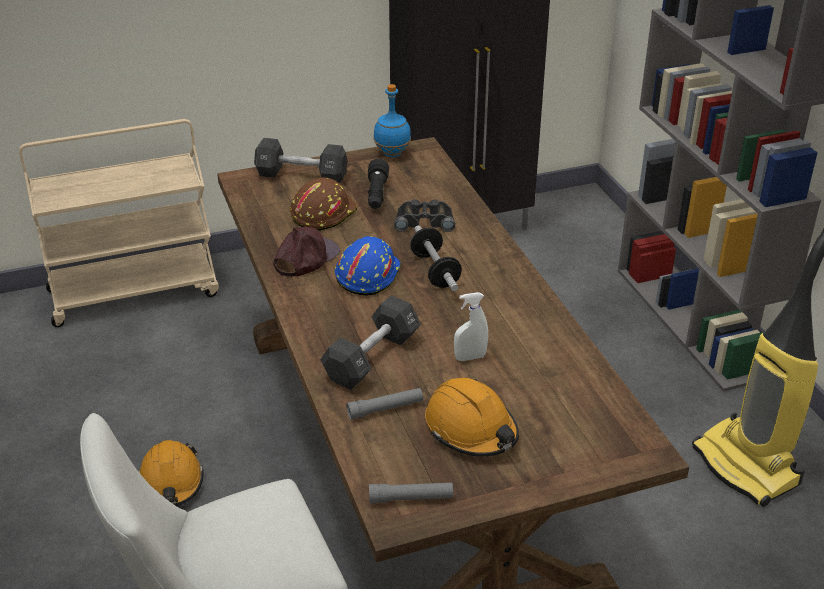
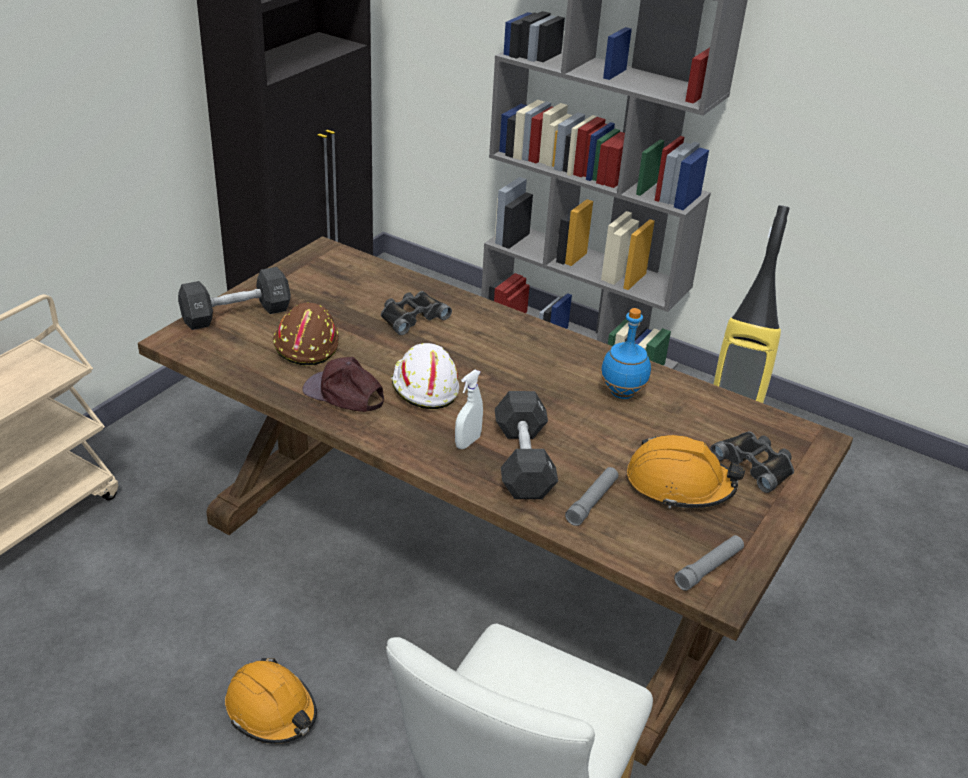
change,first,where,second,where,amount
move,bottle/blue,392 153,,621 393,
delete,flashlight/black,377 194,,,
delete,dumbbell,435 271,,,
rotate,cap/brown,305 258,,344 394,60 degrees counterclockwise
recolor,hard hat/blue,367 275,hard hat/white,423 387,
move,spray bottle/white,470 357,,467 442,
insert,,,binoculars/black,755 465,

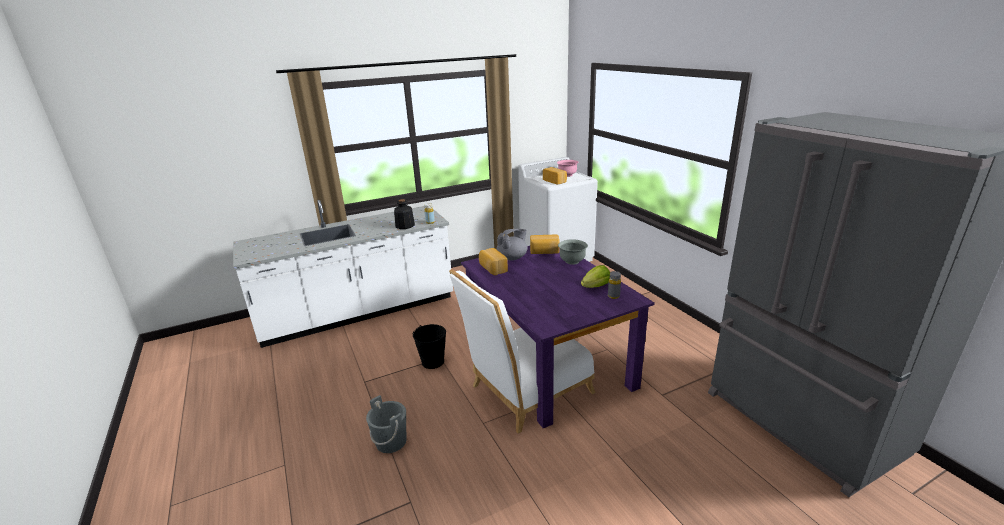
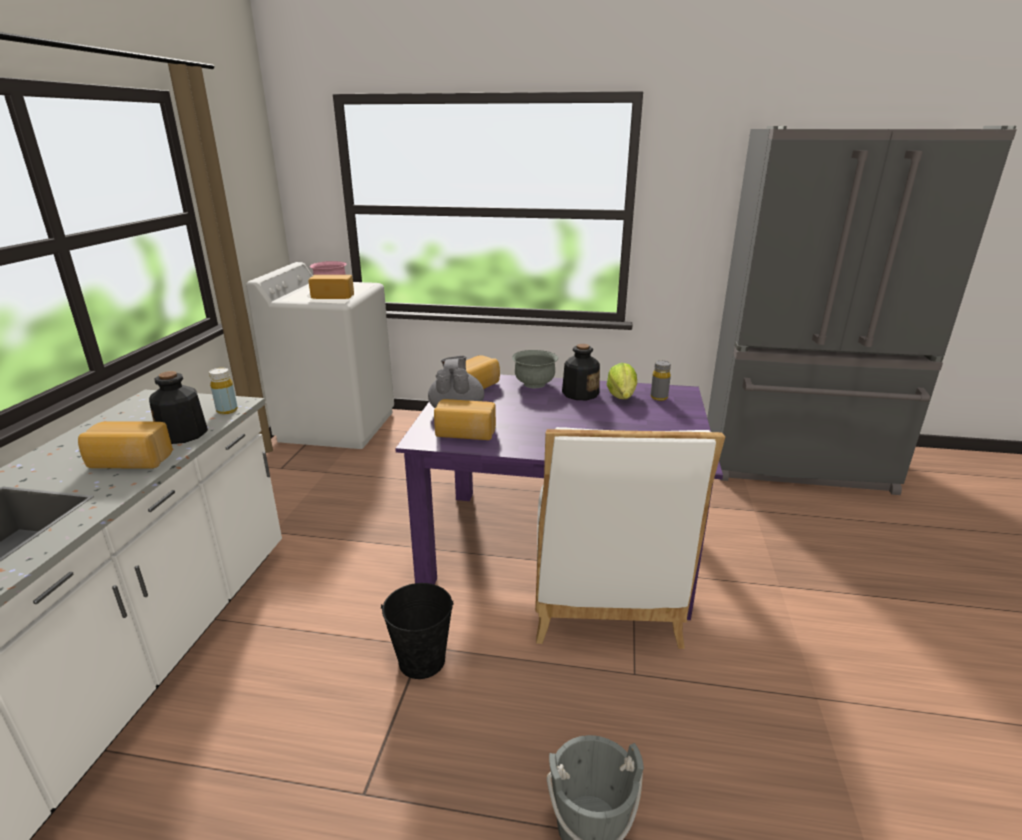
change,first,where,second,where,amount
insert,,,bottle,580 393,
insert,,,bread,129 462,

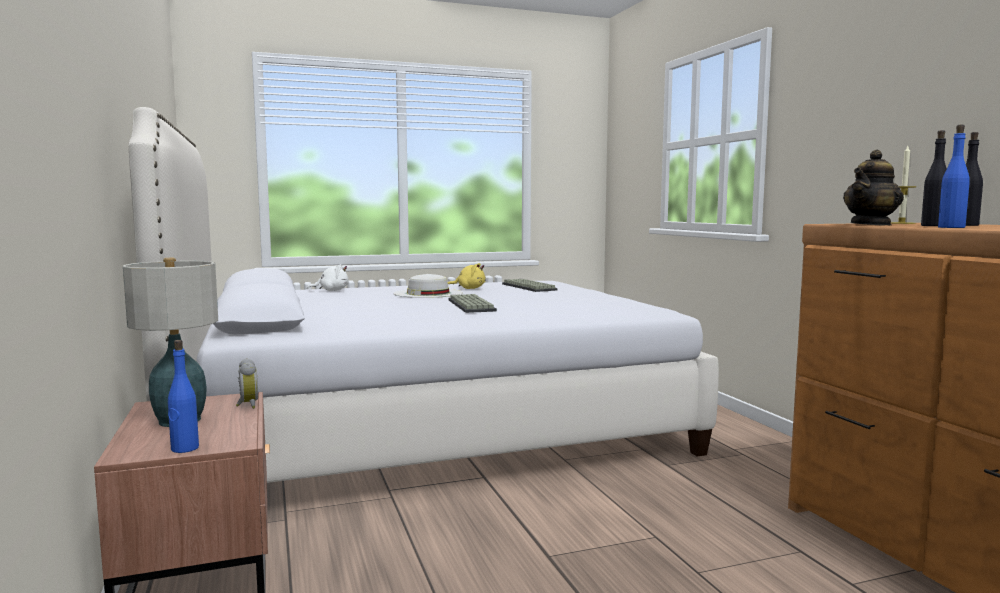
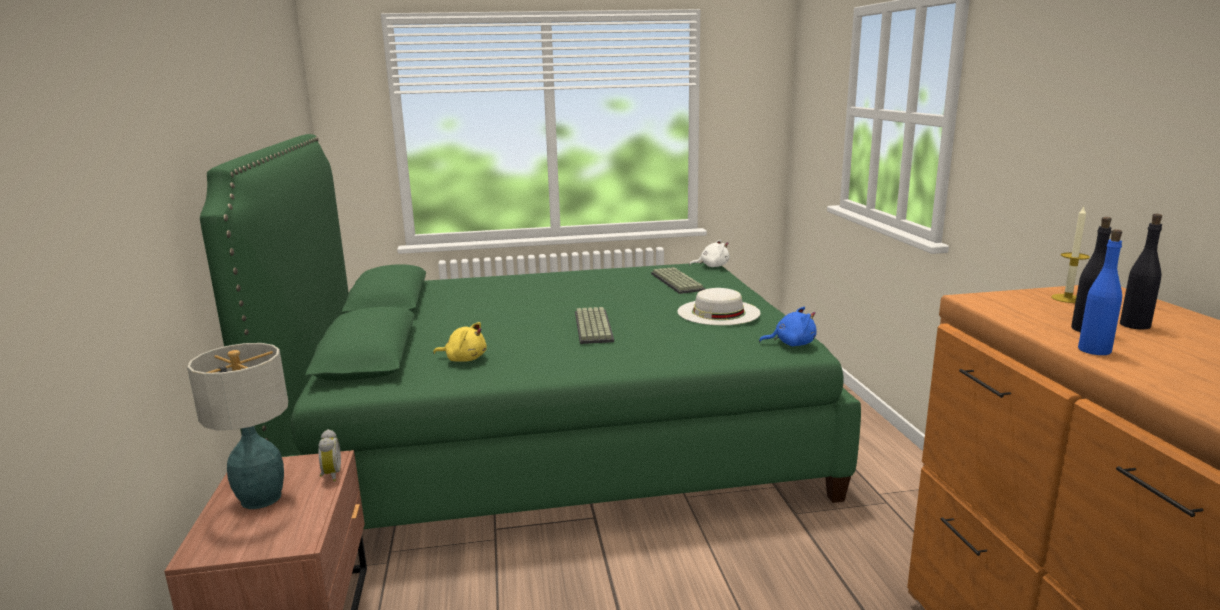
change,first,where,second,where,amount
recolor,bed/white,425 428,bed/green,555 439,
delete,teapot,871 224,,,
move,plush toy/yellow,469 288,,464 359,
move,plush toy/white,331 290,,712 266,
move,hat/white,428 293,,718 312,
delete,bottle/blue,184 448,,,
insert,,,plush toy/blue,791 344,

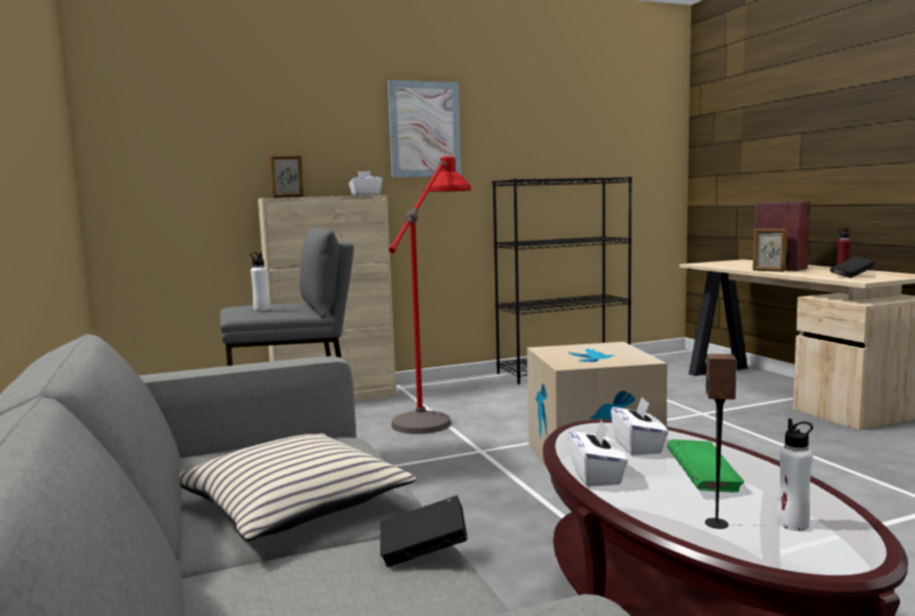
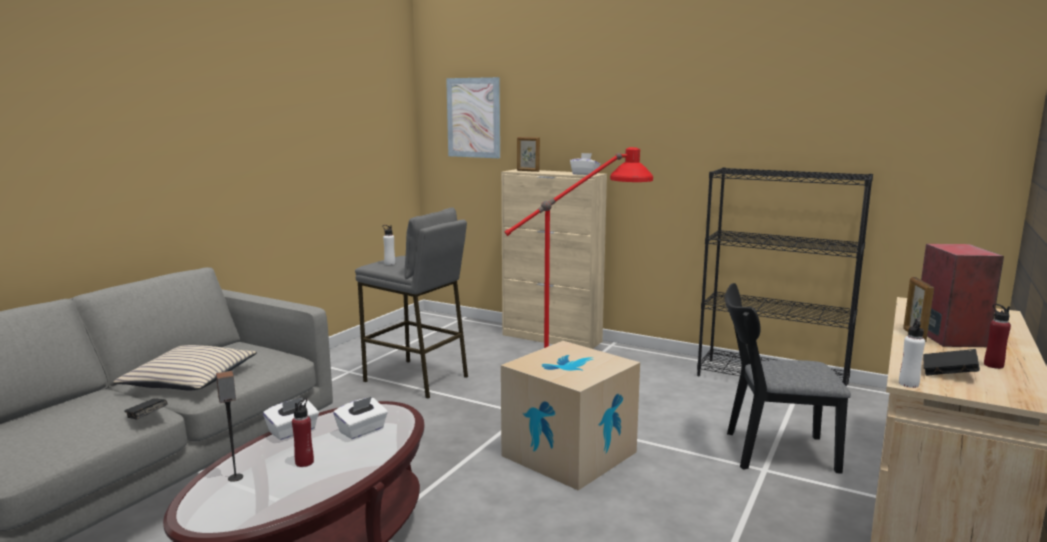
change,first,where,second,where,amount
move,picture,424 129,,473 118,
move,bottle/white,793 524,,908 384,
replace,book/green,703 483,bottle/red,304 462,
insert,,,chair/black,771 451,

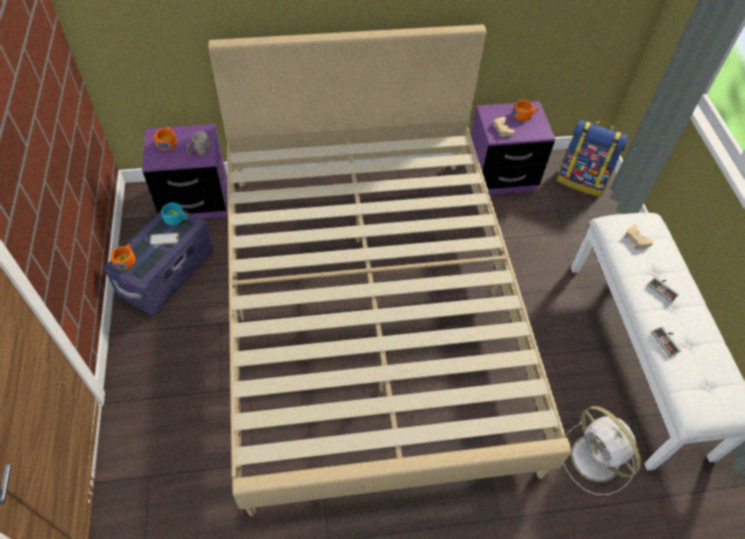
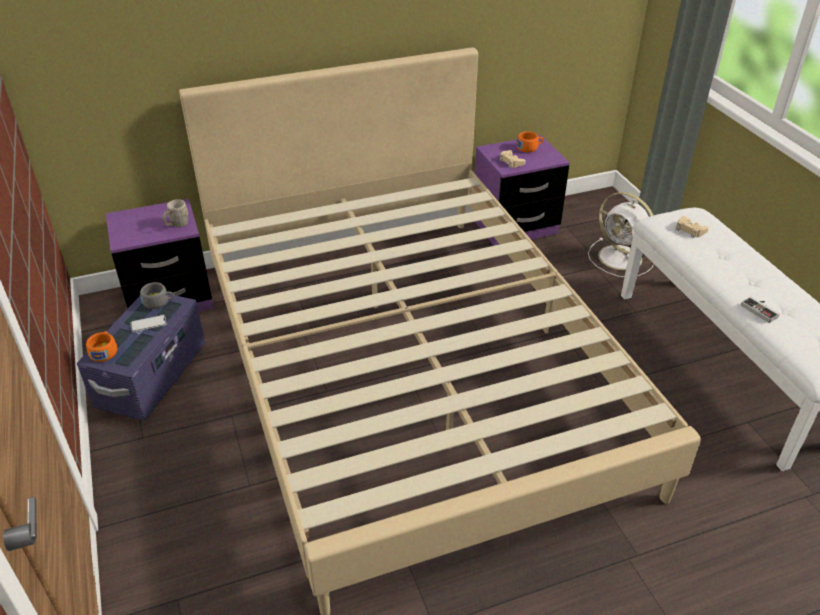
change,first,where,second,where,amount
delete,backpack,582 180,,,
delete,cup/orange,167 142,,,
recolor,cup/turquoise,176 219,cup/grey,159 302,
delete,game controller,663 289,,,
move,fan/white,596 460,,621 258,

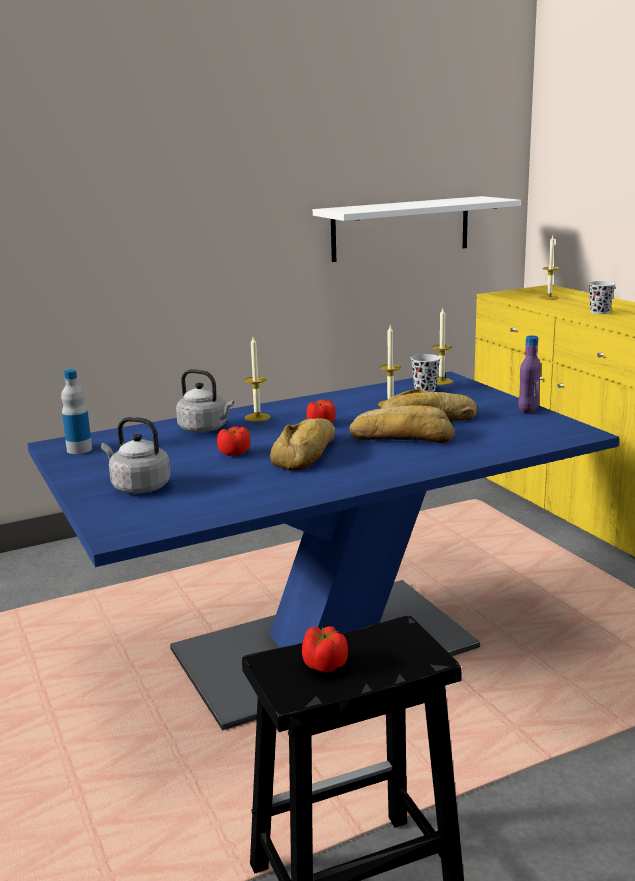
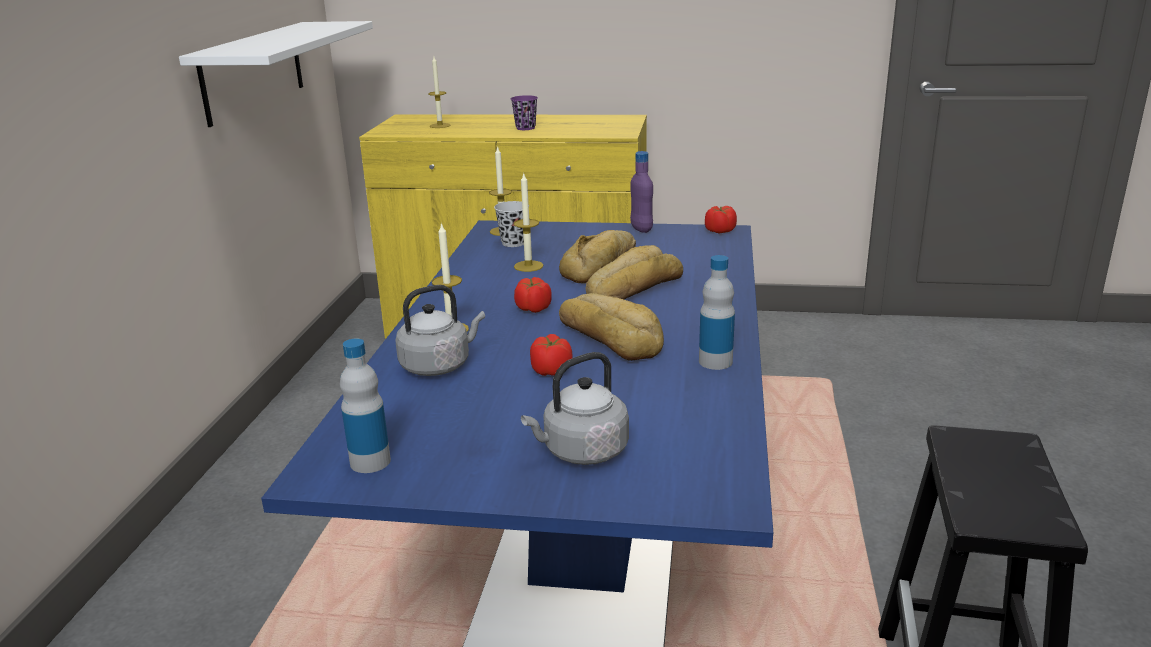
change,first,where,second,where,amount
recolor,cup/black,599 312,cup/purple,525 128,
move,tomato,324 664,,719 231,
insert,,,bottle,715 362,

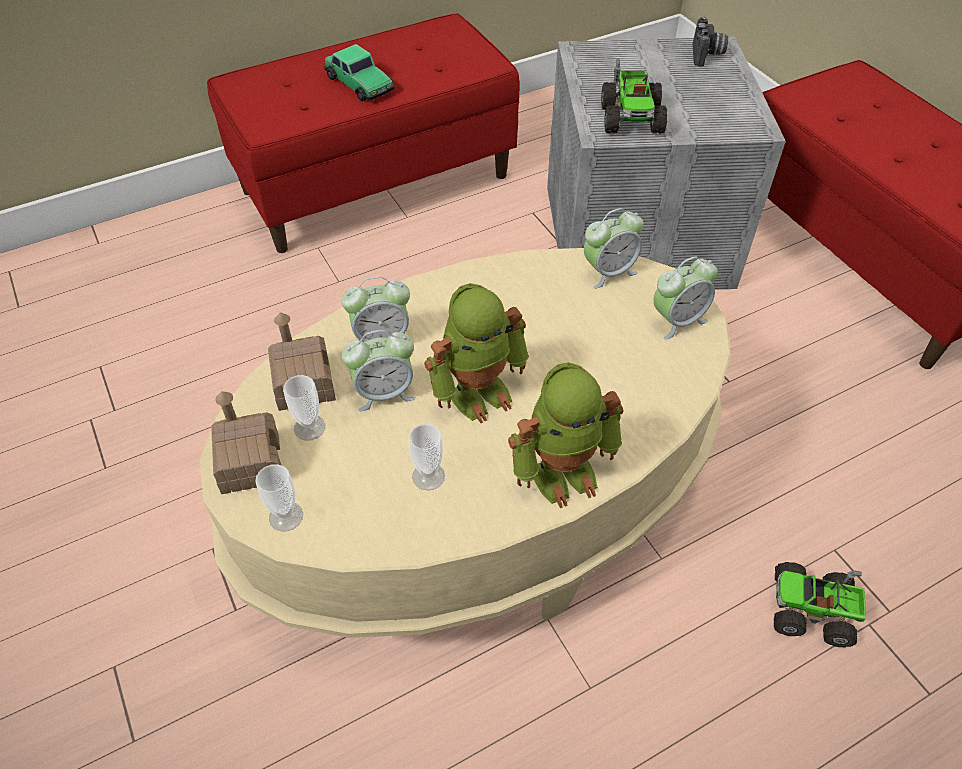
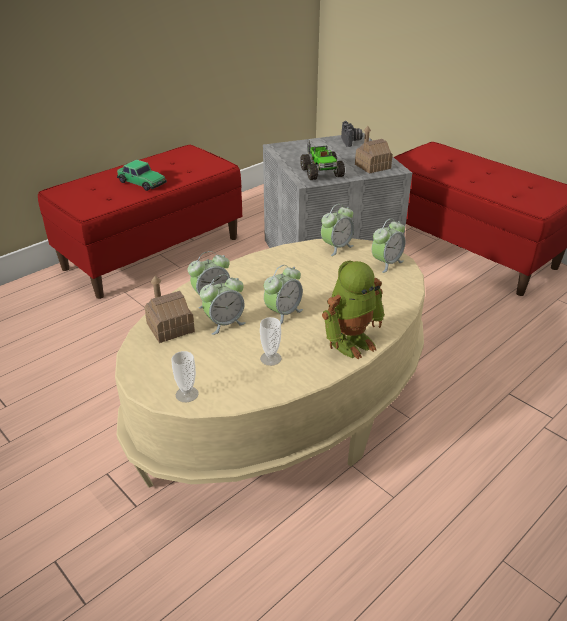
change,first,where,second,where,amount
replace,toy robot,478 391,alarm clock,283 313,
delete,cup,309 427,,,
move,toy house,250 463,,372 166,
delete,toy truck,811 611,,,

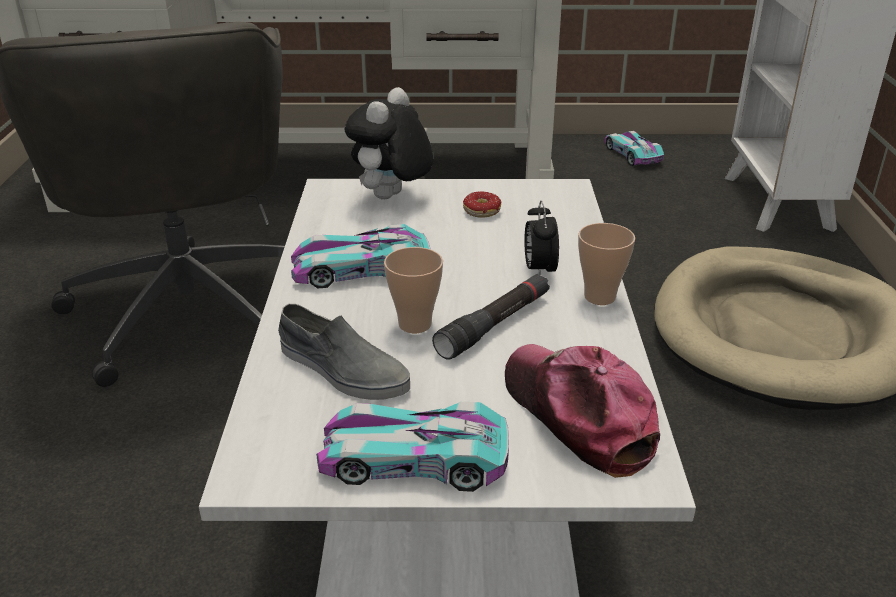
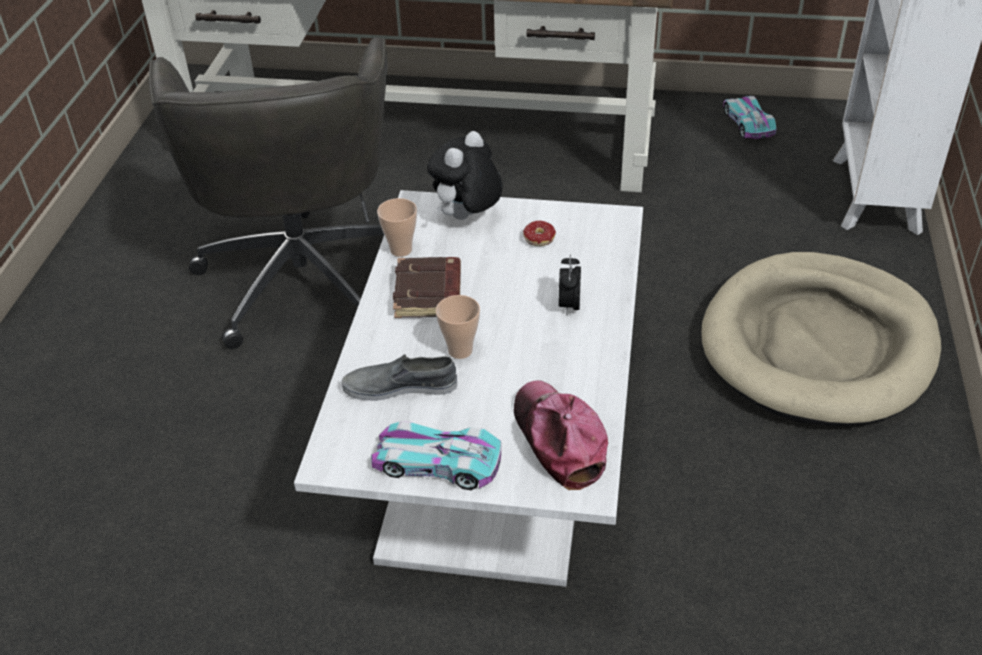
change,first,where,second,where,amount
move,cup,600 297,,401 250,
replace,toy car,361 269,book/brown,429 294,
delete,flashlight/black,494 325,,,
rotate,shoe/grey,342 370,,400 386,135 degrees clockwise

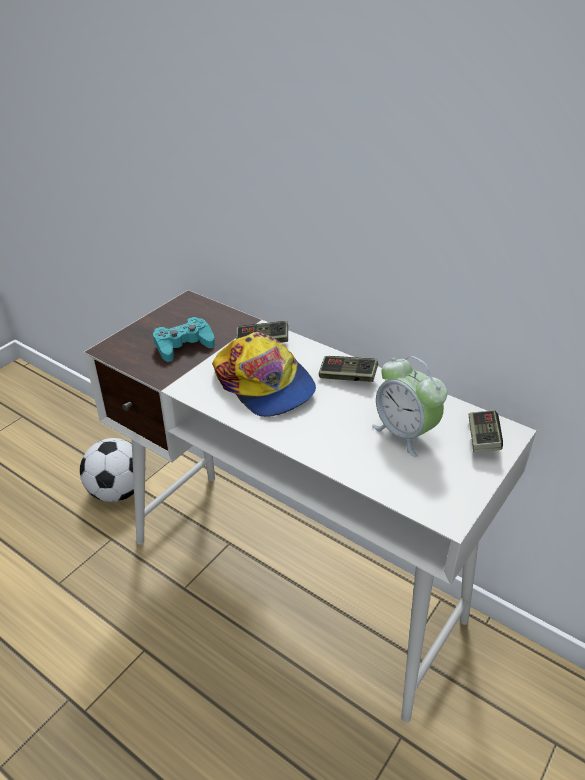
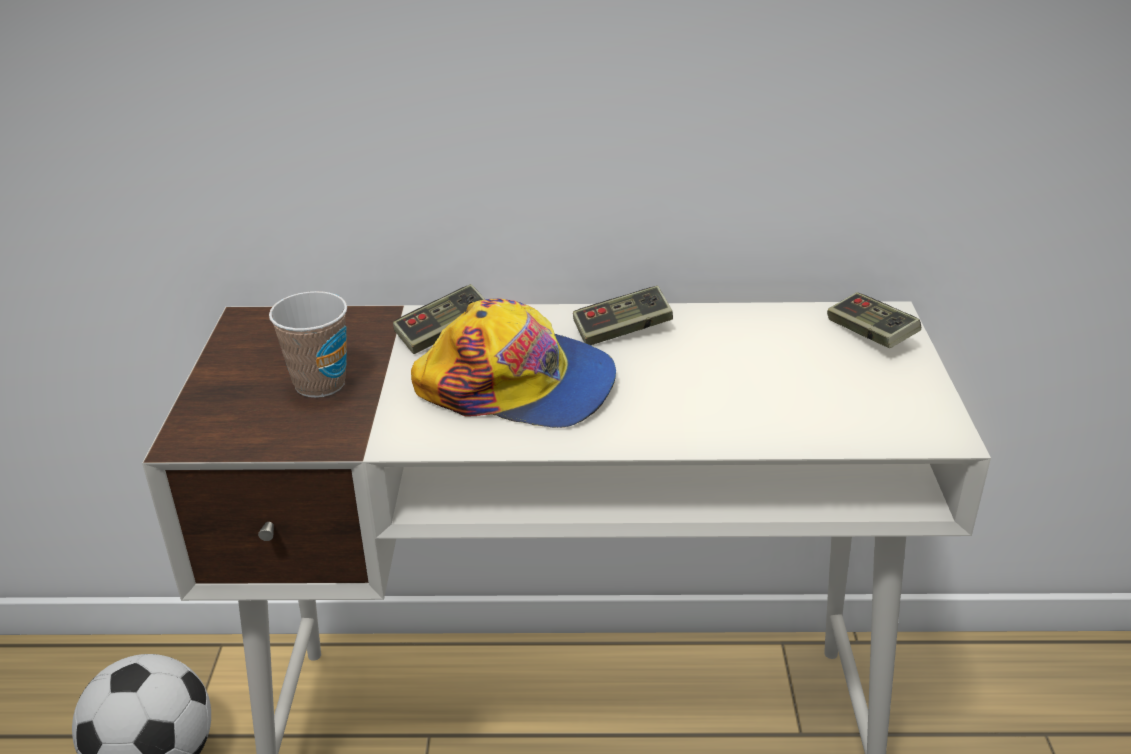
change,first,where,second,where,amount
replace,game controller/turquoise,183 345,cup,320 384,
delete,alarm clock,405 434,,,

